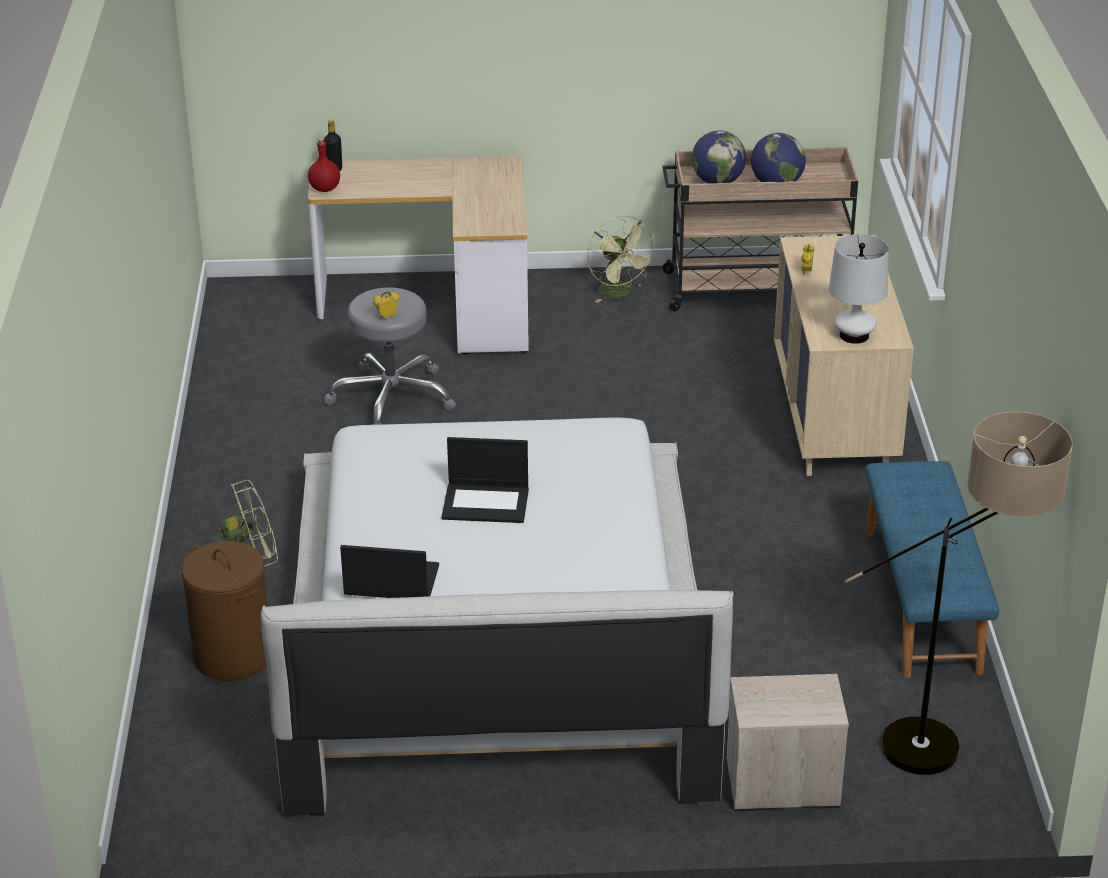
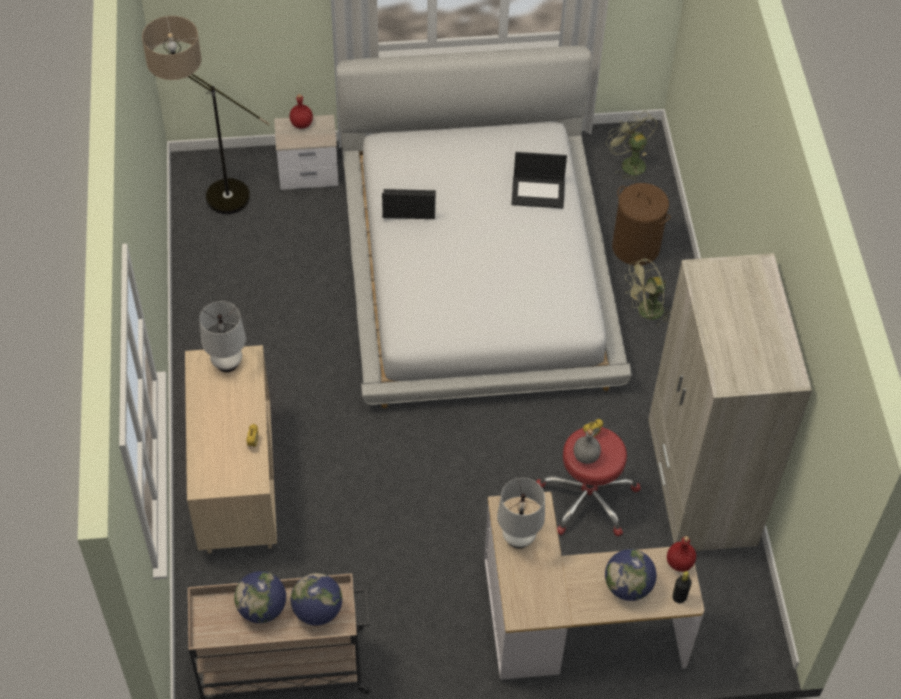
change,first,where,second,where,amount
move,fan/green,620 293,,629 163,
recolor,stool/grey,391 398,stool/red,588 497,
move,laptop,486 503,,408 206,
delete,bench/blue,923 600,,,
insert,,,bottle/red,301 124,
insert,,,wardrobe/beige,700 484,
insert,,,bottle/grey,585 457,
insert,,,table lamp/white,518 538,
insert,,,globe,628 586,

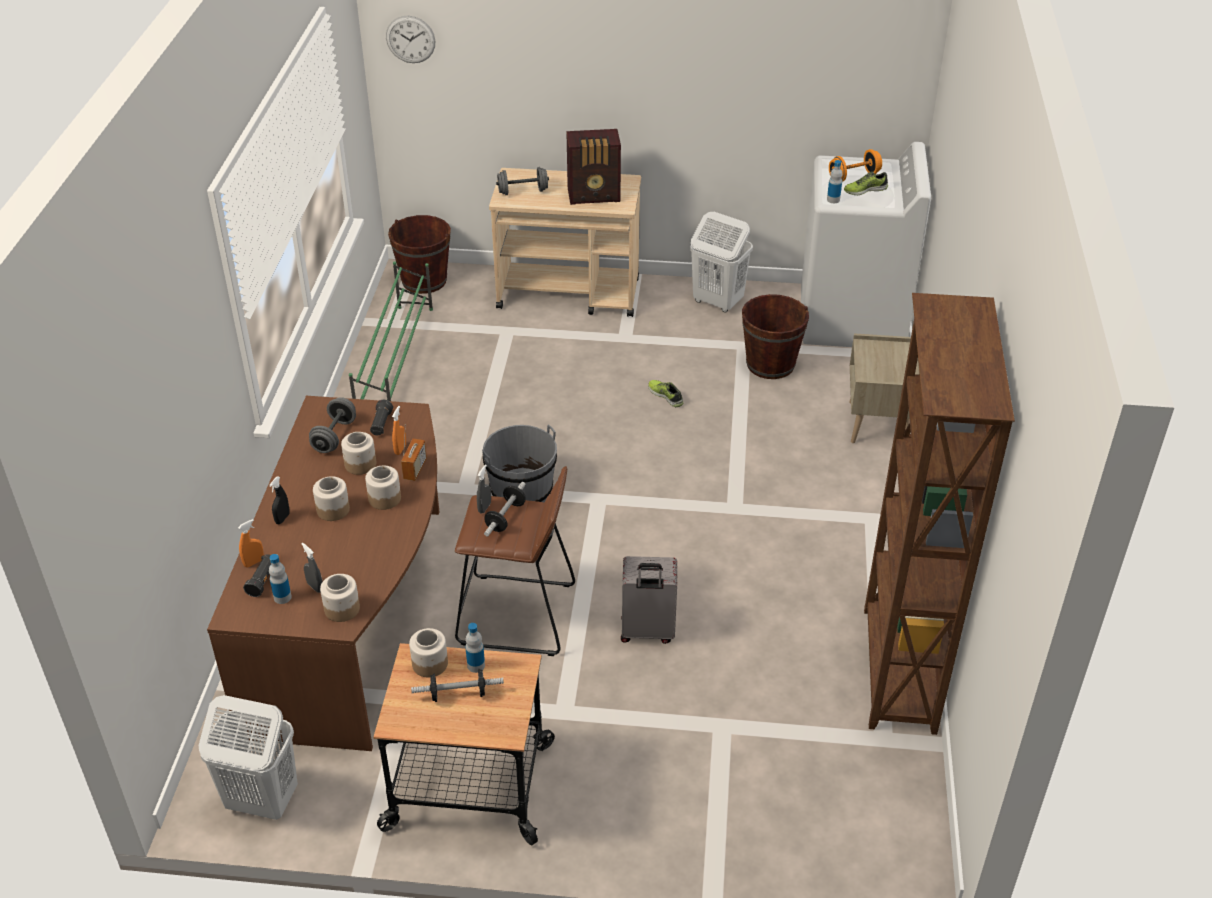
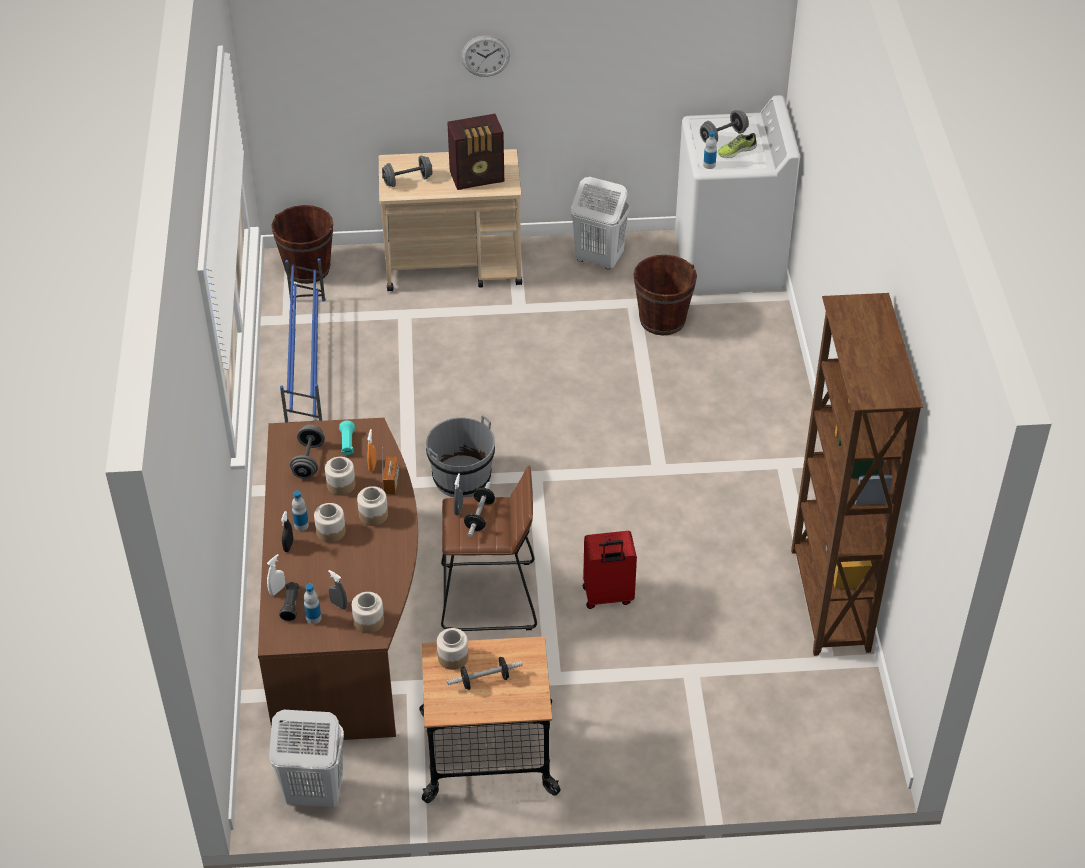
change,first,where,second,where,amount
move,wall clock,410 39,,485 56,
recolor,dumbbell/orange,854 176,dumbbell/grey,723 136,
recolor,shoe rack/green,396 362,shoe rack/blue,306 361,
delete,nightstand/beige,878 424,,,
delete,shoe,666 396,,,
recolor,flashlight/black,381 424,flashlight/turquoise,347 444,
recolor,spray bottle/orange,254 562,spray bottle/white,277 590,
recolor,suitcase/grey,647 632,suitcase/red,608 596,
move,bottle,476 665,,301 525,

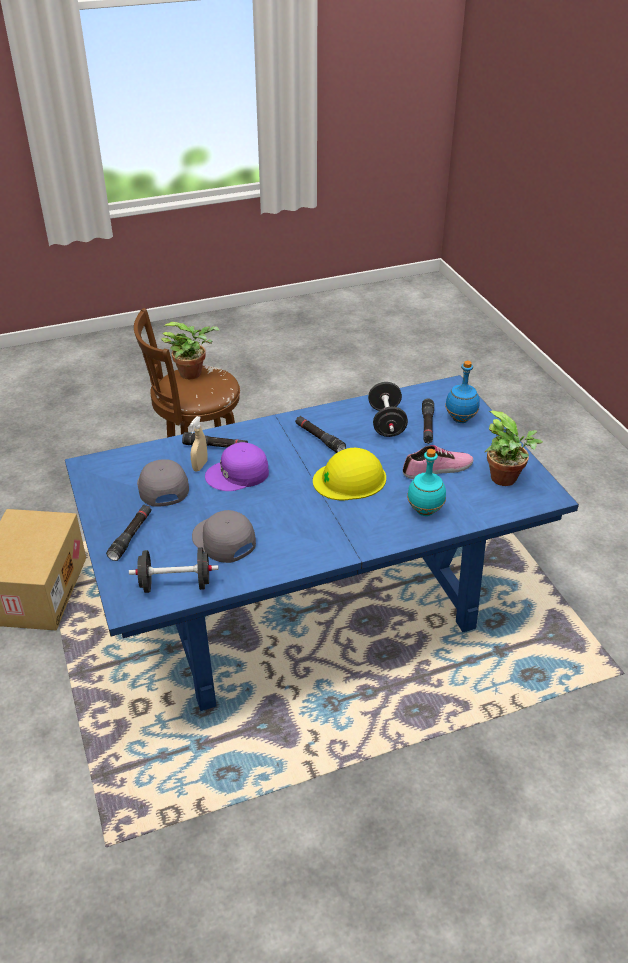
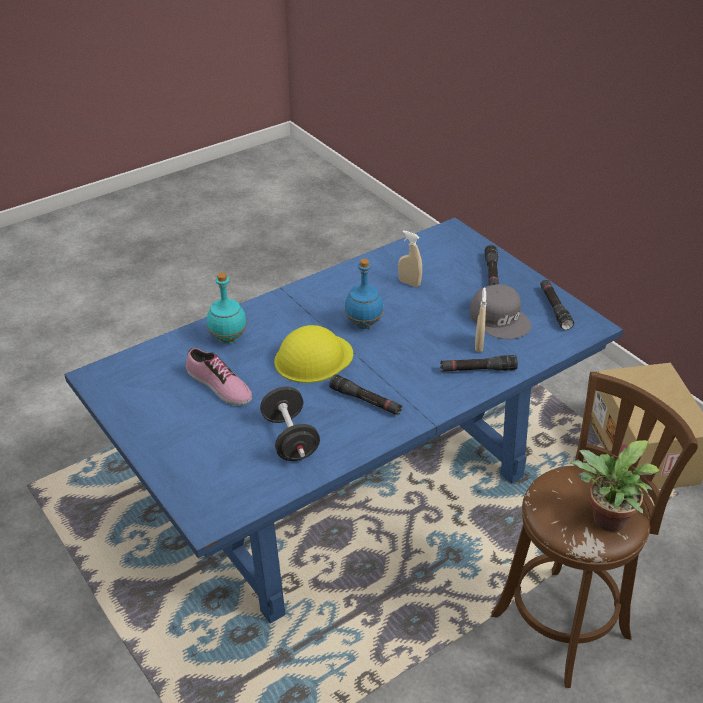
change,first,where,second,where,amount
move,bottle/blue,460 419,,364 324,
move,flashlight/black,427 426,,555 309,
delete,potted plant,506 480,,,
delete,cap/purple,238 474,,,
rotate,shoe,438 469,,218 386,105 degrees counterclockwise
replace,cap/grey,223 540,spray bottle/beige,409 283,
delete,dumbbell/black,175 584,,,

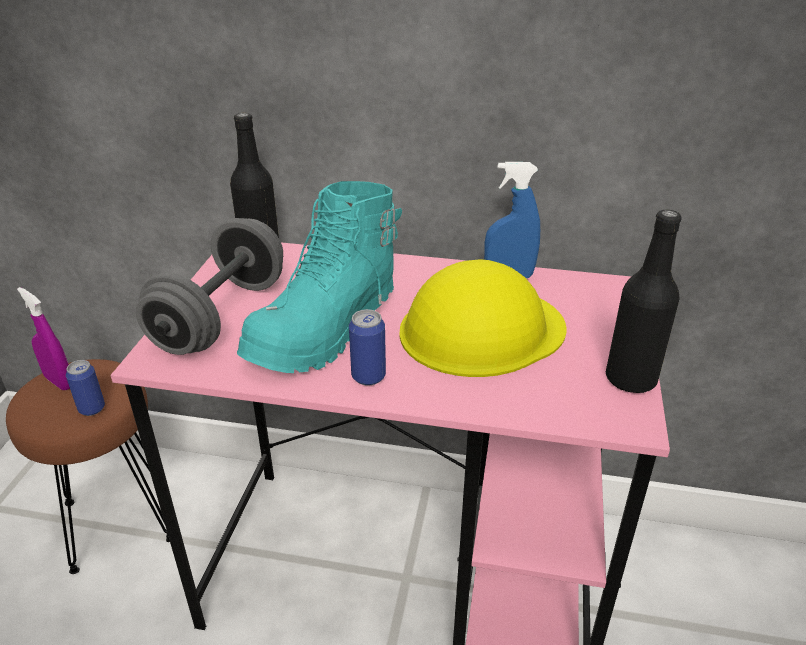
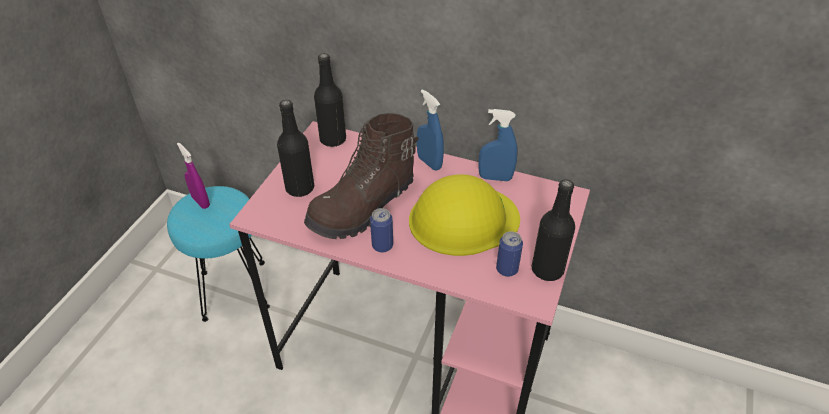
change,first,where,second,where,amount
recolor,boot/turquoise,326 330,boot/brown,364 207,
replace,dumbbell/grey,221 316,bottle/black,300 188,
recolor,stool/brown,116 521,stool/turquoise,233 290,
move,can,92 408,,507 269,
insert,,,spray bottle/blue,429 162,

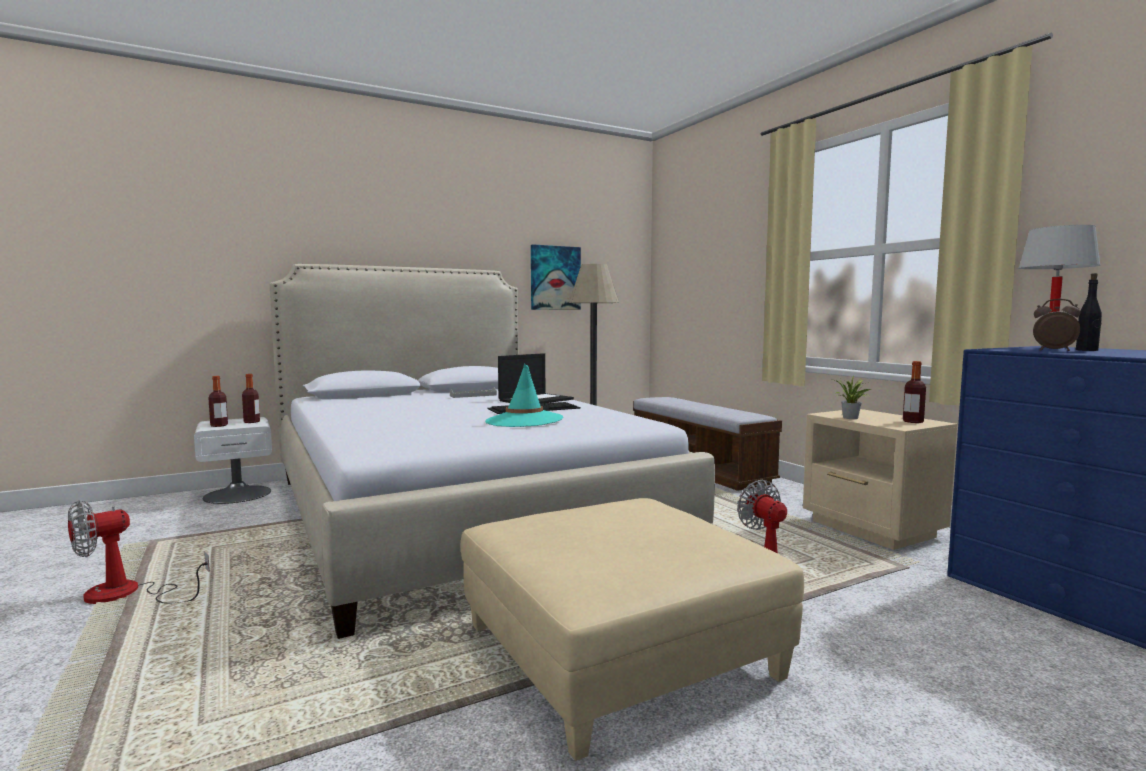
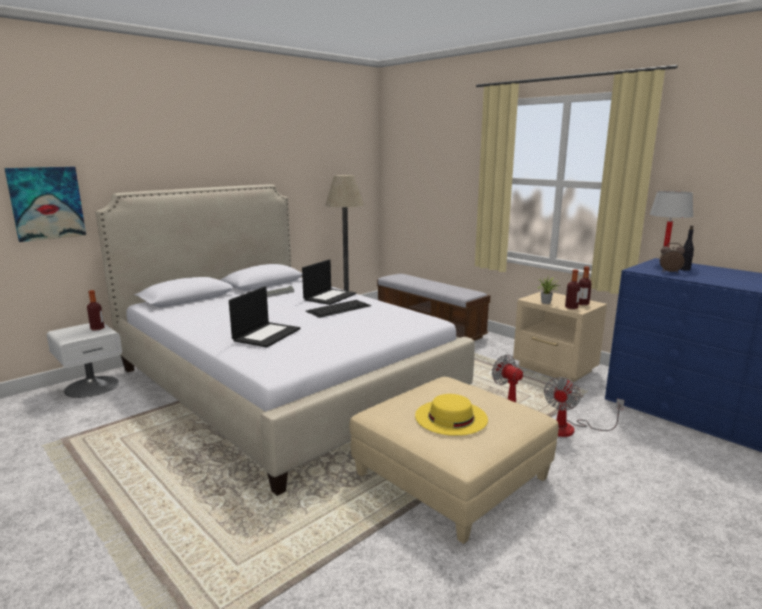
change,first,where,second,where,amount
move,picture,555 278,,46 203,
delete,hat/turquoise,524 420,,,
move,bottle,219 425,,571 307,
move,fan,127 594,,570 428,
insert,,,laptop,266 334,
insert,,,hat/yellow,451 417,

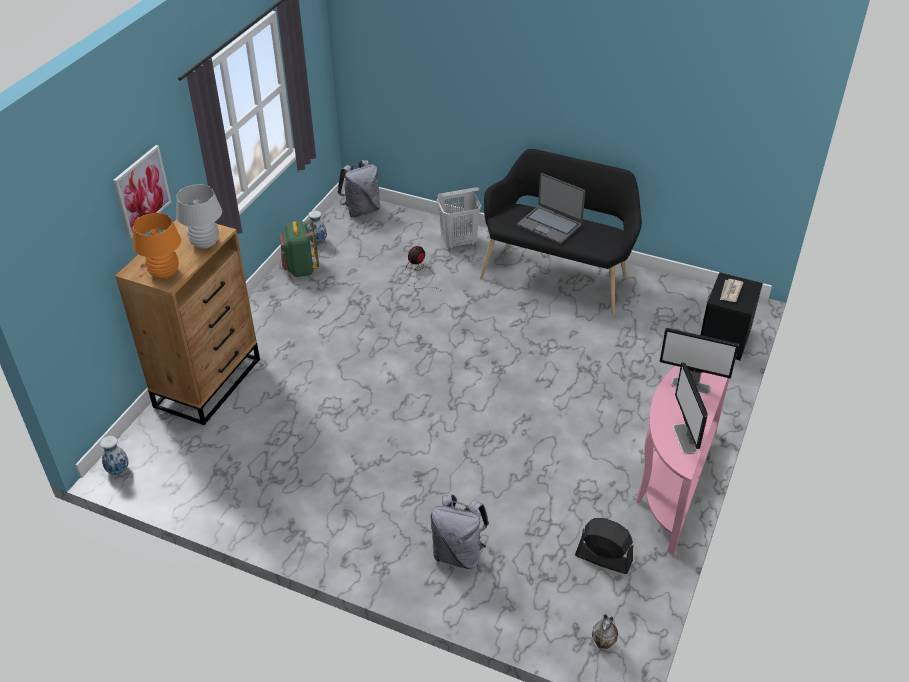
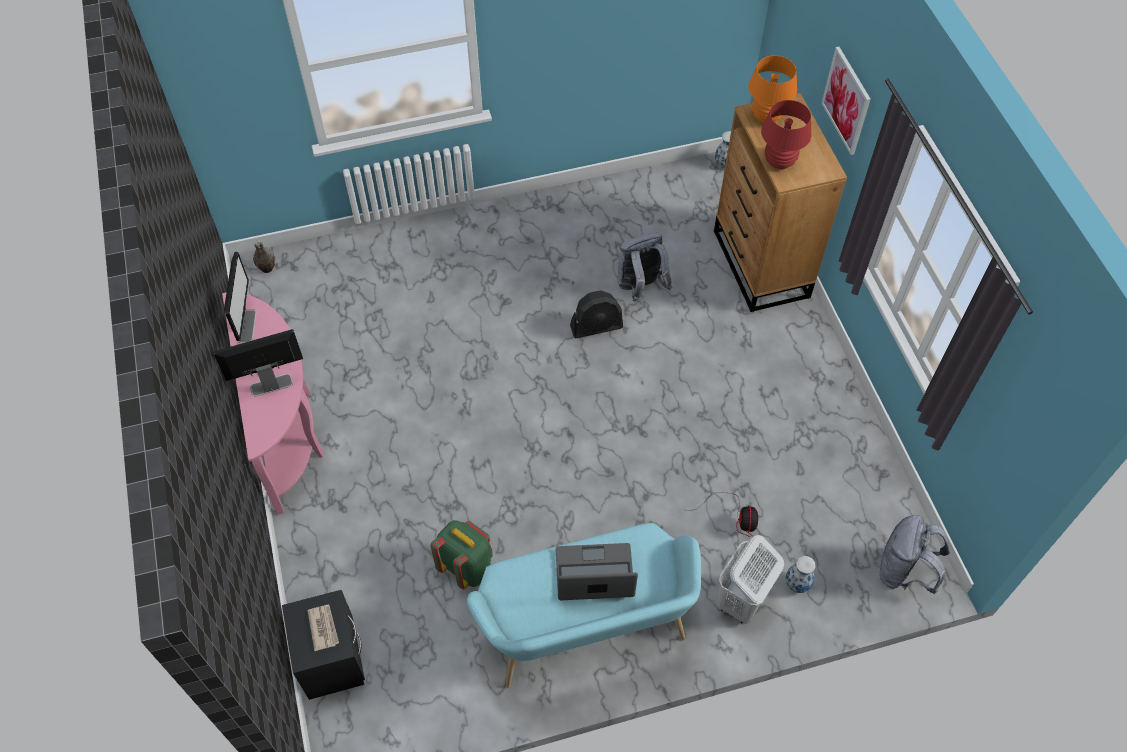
change,first,where,second,where,amount
recolor,bench/black,558 274,bench/turquoise,586 631,
recolor,table lamp/white,205 243,table lamp/red,779 161,
move,vase,318 241,,797 584,
move,backpack/green,301 269,,467 567,
rotate,monitor,685 439,,247 325,45 degrees clockwise
move,backpack/grey,458 553,,640 287,
move,fan/black,603 558,,596 327,

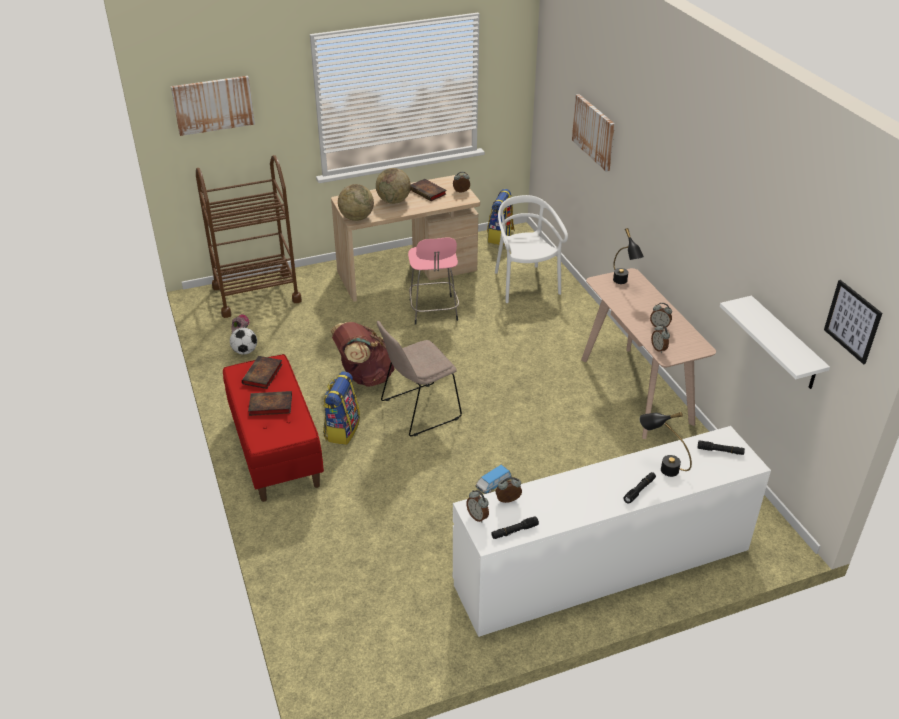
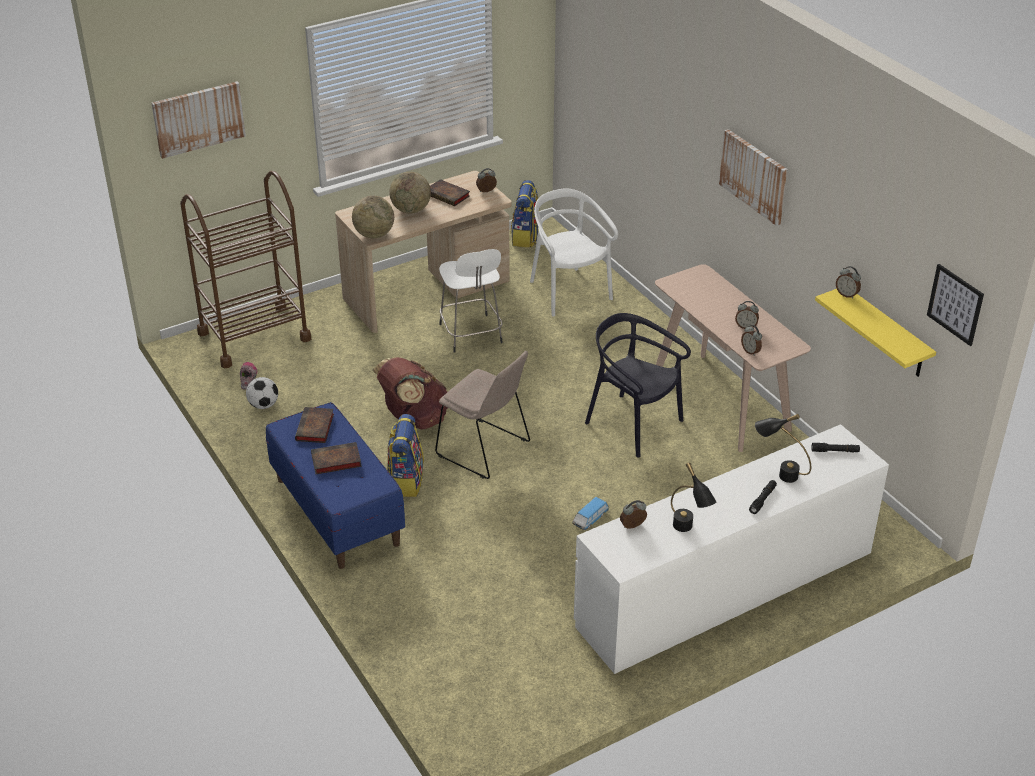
change,first,where,second,where,amount
move,picture,594 131,,754 176,
move,table lamp/black,623 284,,688 531,
recolor,stool/pink,433 311,stool/white,471 335,
recolor,shelf/white,785 344,shelf/yellow,886 333,
rotate,chair/beige,418 410,,485 450,105 degrees counterclockwise
recolor,bench/red,275 450,bench/blue,336 512,
move,alarm clock,478 516,,847 294,
delete,flashlight/black,514 531,,,
insert,,,chair/black,633 424,

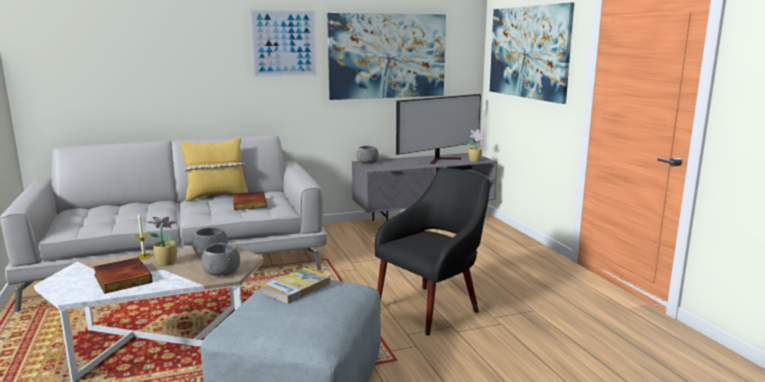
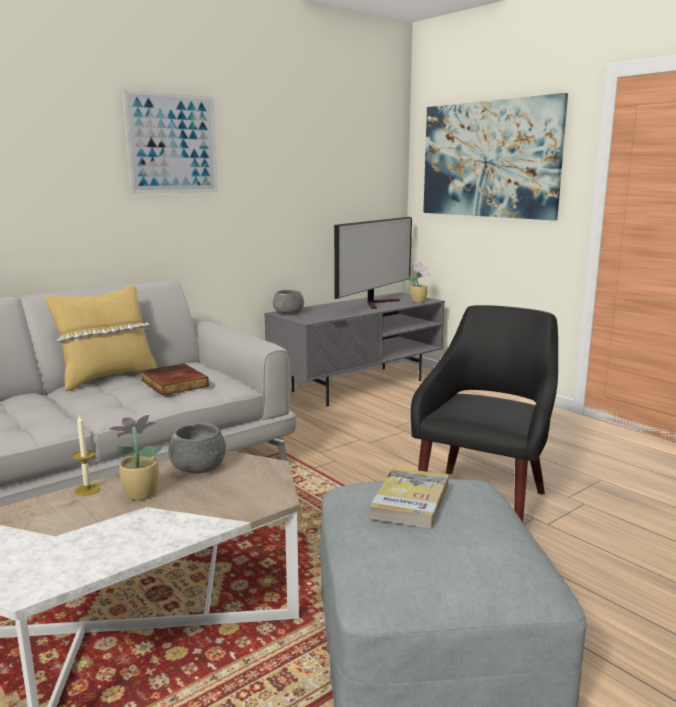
change,first,where,second,where,amount
delete,picture,387 56,,,
delete,bowl/grey,221 272,,,
delete,book,121 278,,,

